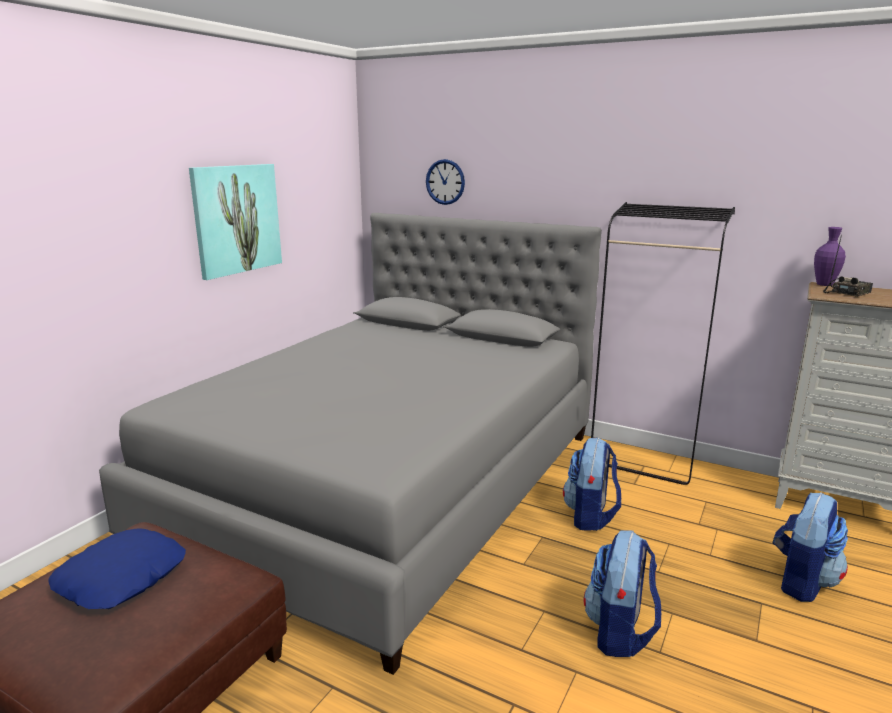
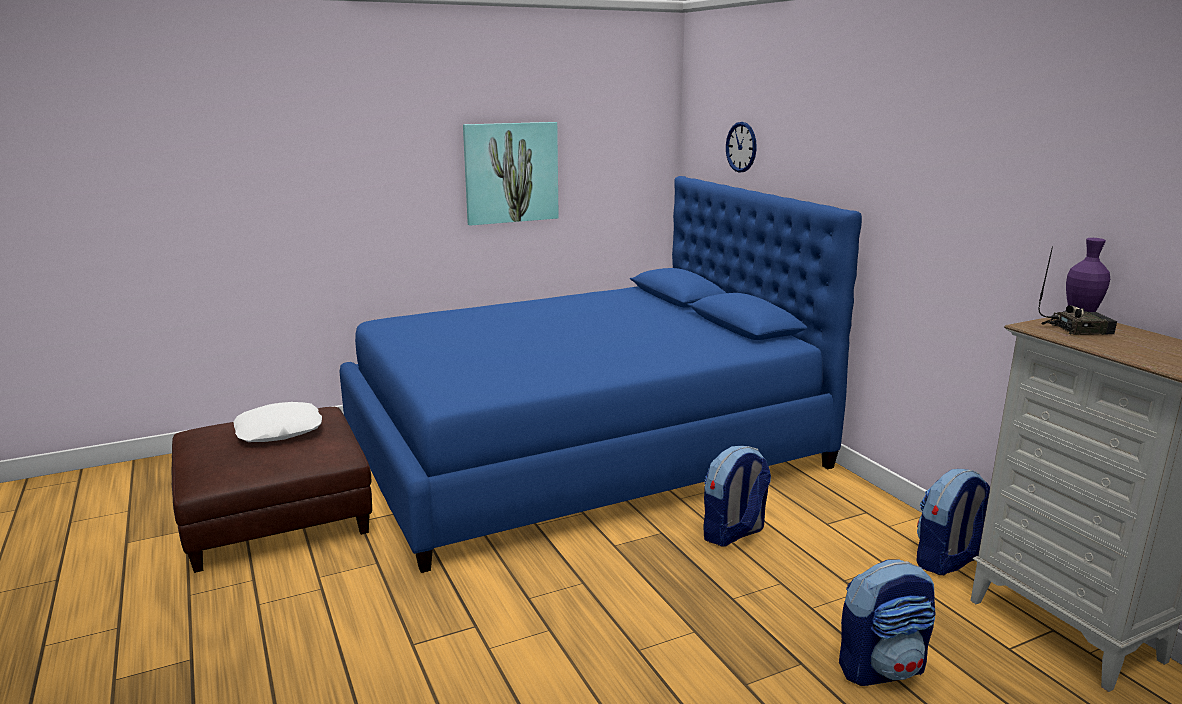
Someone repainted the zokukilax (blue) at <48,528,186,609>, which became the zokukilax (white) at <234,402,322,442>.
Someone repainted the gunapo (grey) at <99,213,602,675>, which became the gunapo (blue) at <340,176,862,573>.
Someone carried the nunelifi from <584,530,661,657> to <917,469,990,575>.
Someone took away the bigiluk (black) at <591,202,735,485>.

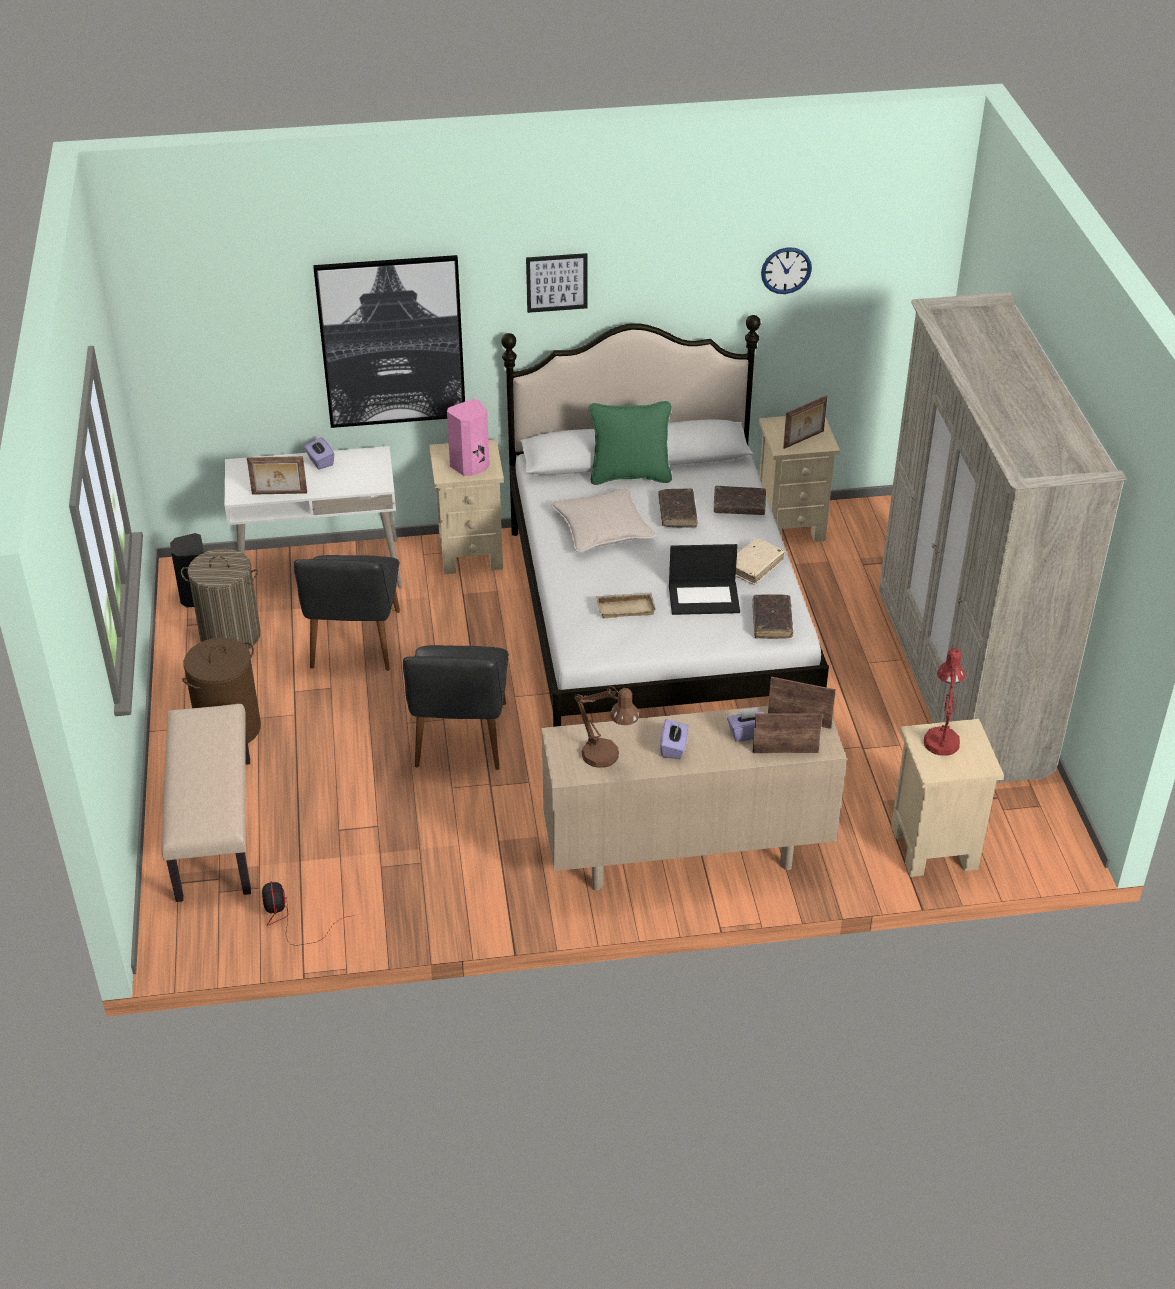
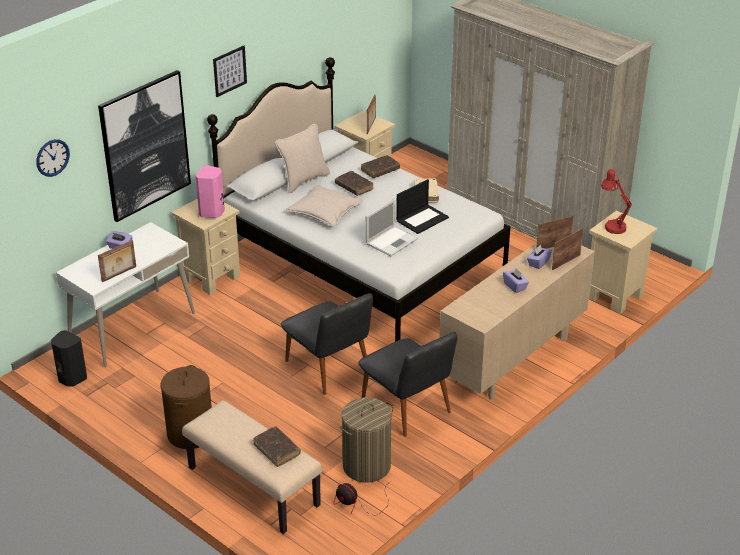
Someone carried the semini from <181,549,261,649> to <340,397,393,483>.
Someone carried the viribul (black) from <294,555,400,671> to <358,332,457,437>.
Someone took away the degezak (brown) at <574,686,639,768>.
Someone repainted the zokukilax (green) at <589,401,672,485>, which became the zokukilax (beige) at <275,124,330,193>.
Someone swapped the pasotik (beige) at <596,592,656,618> for the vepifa at <366,200,418,257>.
Someone carried the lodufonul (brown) from <752,594,793,639> to <253,426,301,467>.
Someone carried the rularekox from <761,247,812,294> to <36,139,70,177>.

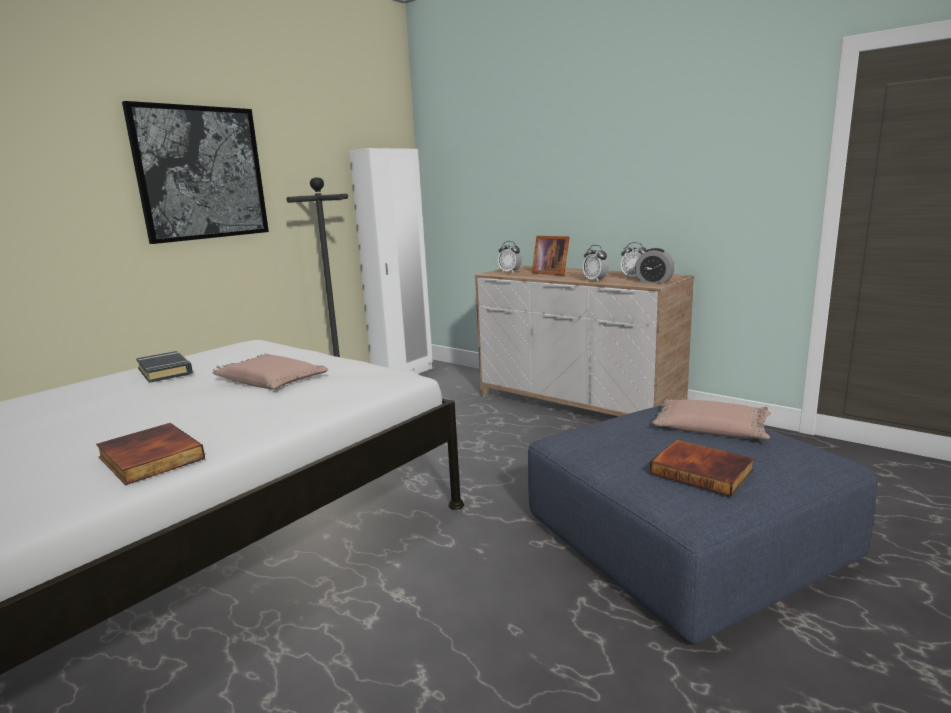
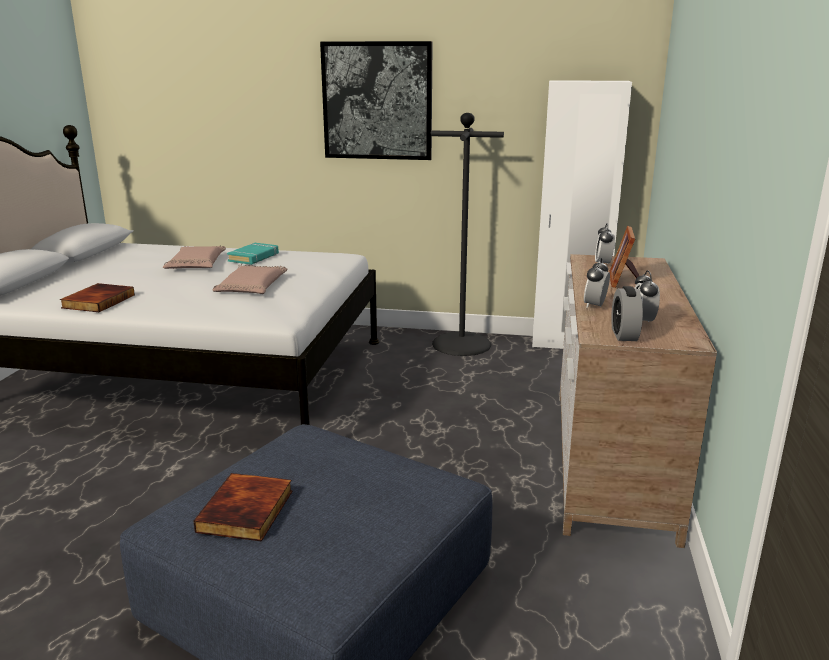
Someone repainted the lodufonul (black) at <136,351,193,383>, which became the lodufonul (turquoise) at <227,243,279,265>.
Someone carried the zokukilax (beige) from <652,398,771,440> to <163,246,226,269>.

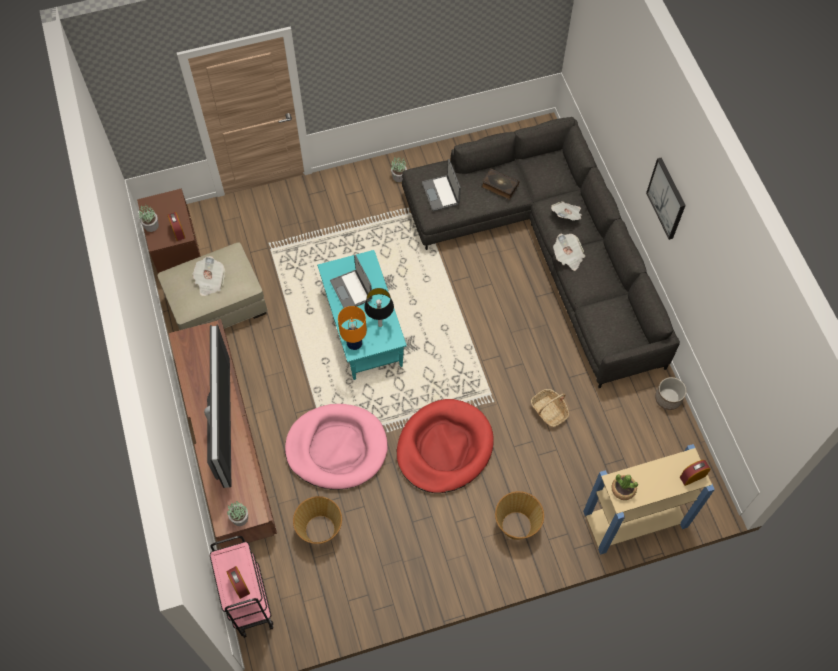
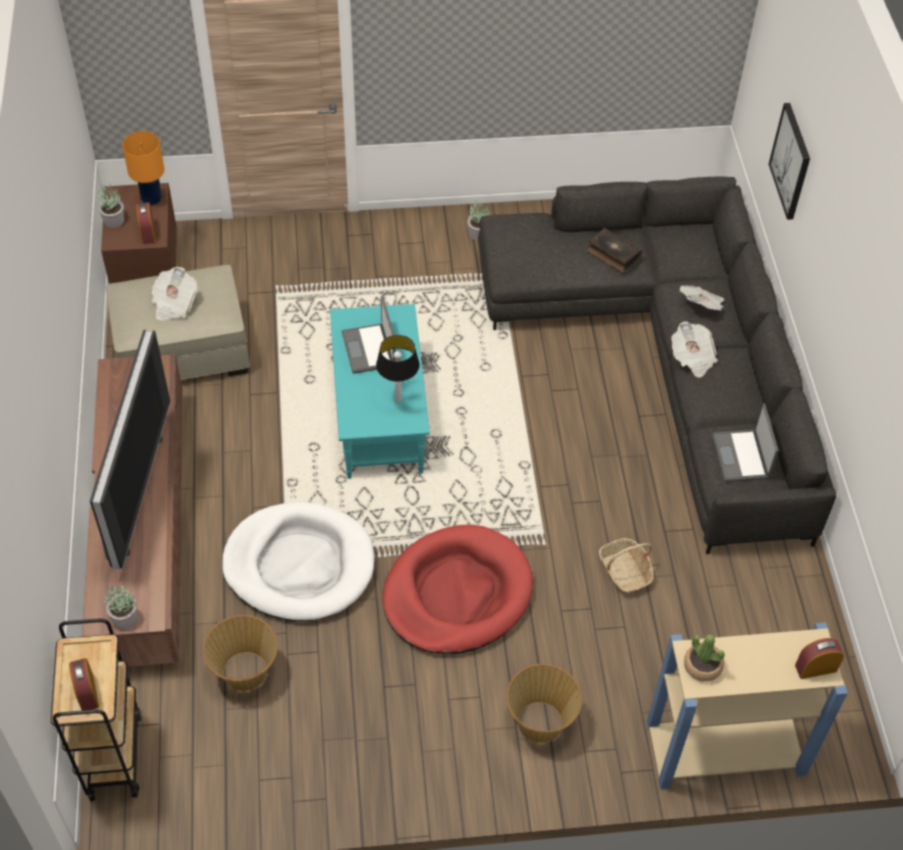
Someone repainted the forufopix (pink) at <210,536,274,638>, which became the forufopix (brown) at <51,619,141,802>.
Someone repainted the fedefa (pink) at <285,404,388,489>, which became the fedefa (white) at <222,502,374,621>.
Someone carried the degezak (orange) from <338,306,367,350> to <122,131,164,205>.
Someone carried the vepifa from <422,159,461,211> to <712,404,779,482>.
Someone carried the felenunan from <646,158,686,240> to <769,103,810,220>.
Someone took away the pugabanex at <655,377,686,410>.

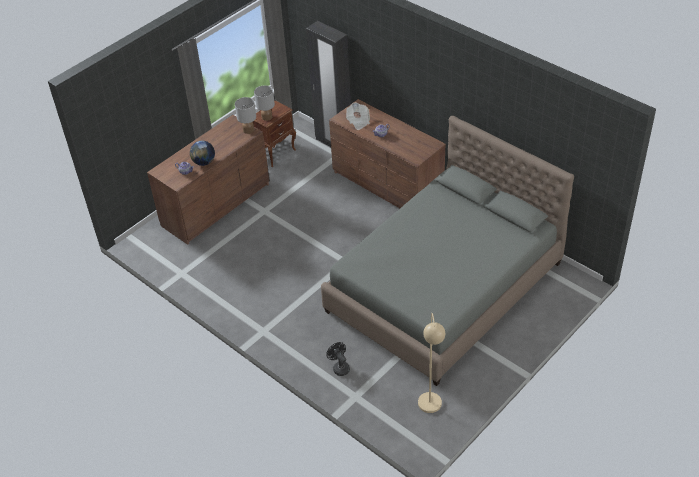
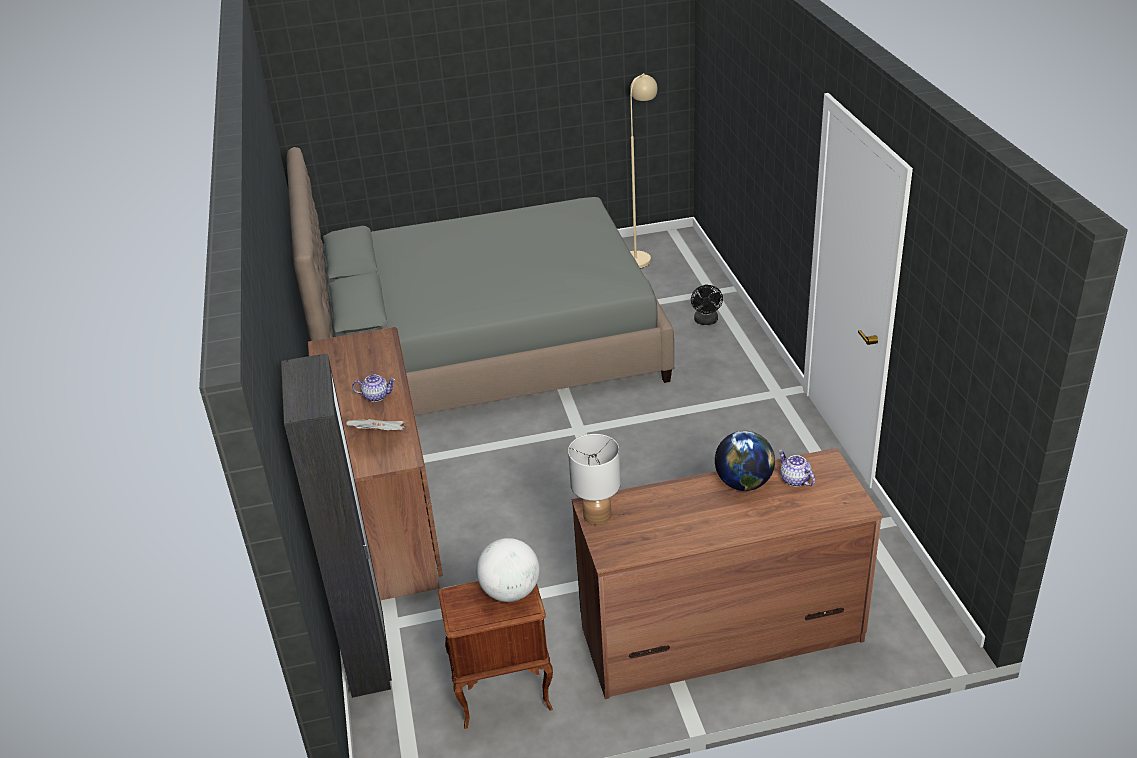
Someone swapped the degezak (grey) at <254,86,275,121> for the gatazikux at <476,538,540,602>.

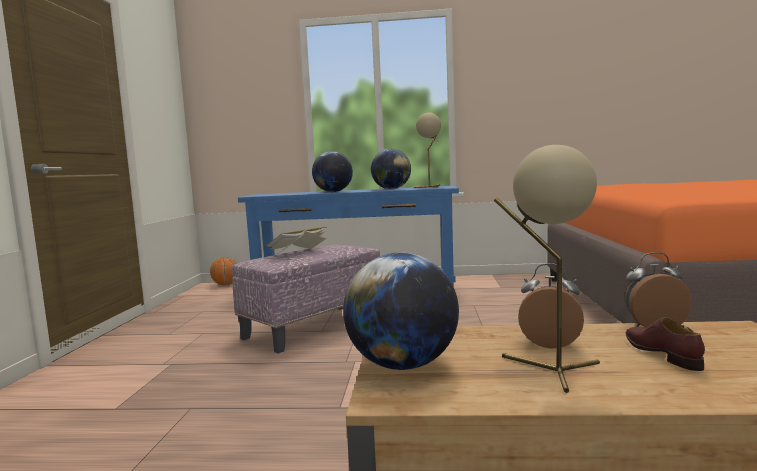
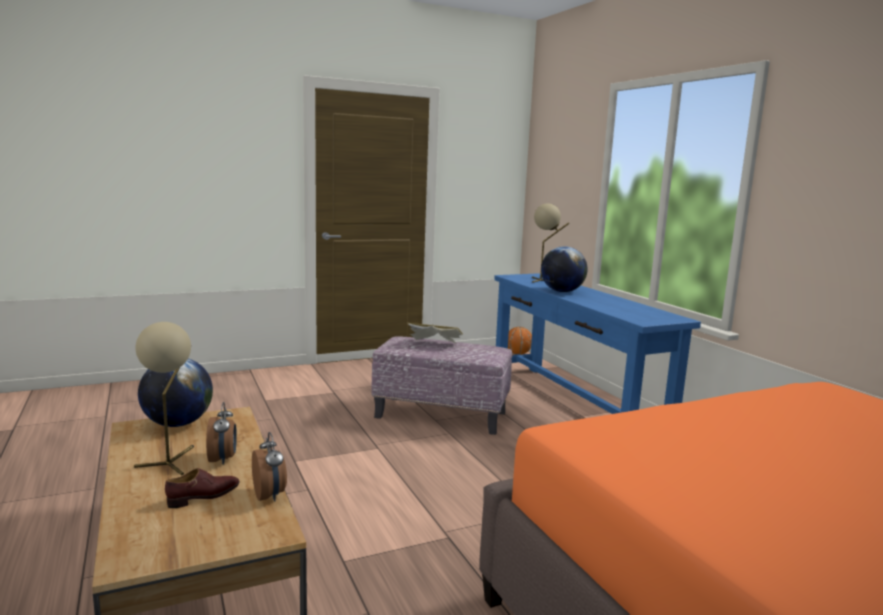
Someone took away the gatazikux at <371,149,411,189>.
Someone carried the degezak (beige) from <414,113,441,188> to <532,203,570,283>.

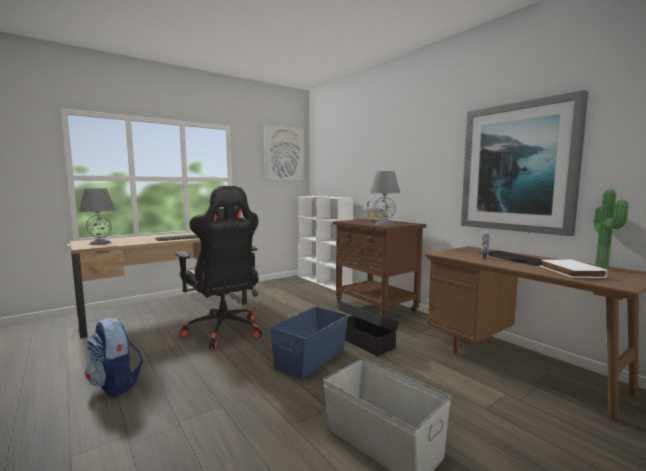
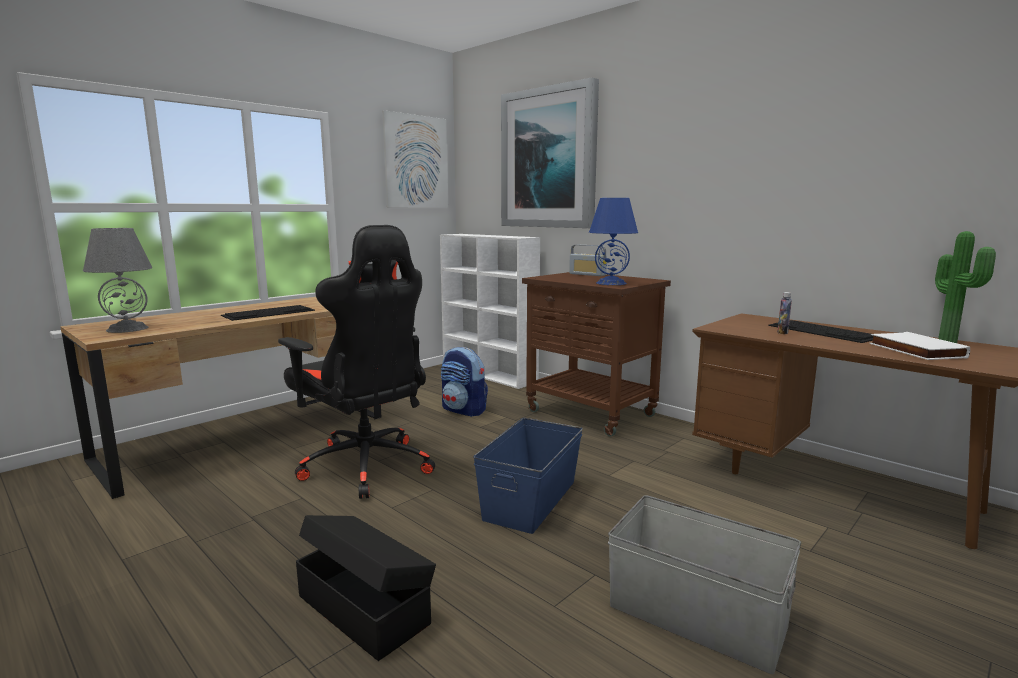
Someone carried the nunelifi from <85,317,143,397> to <441,347,488,417>.
Someone carried the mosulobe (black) from <339,302,399,356> to <296,515,436,661>.
Someone repainted the degezak (grey) at <370,171,400,226>, which became the degezak (blue) at <589,198,638,285>.
Someone carried the felenunan from <461,90,588,236> to <501,77,599,228>.

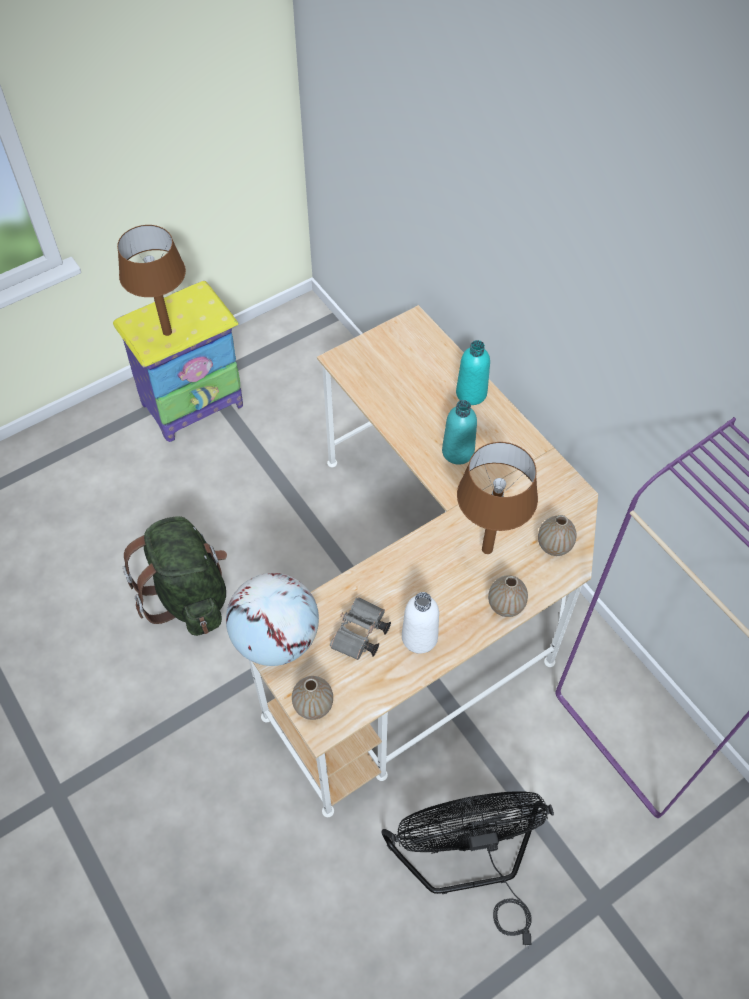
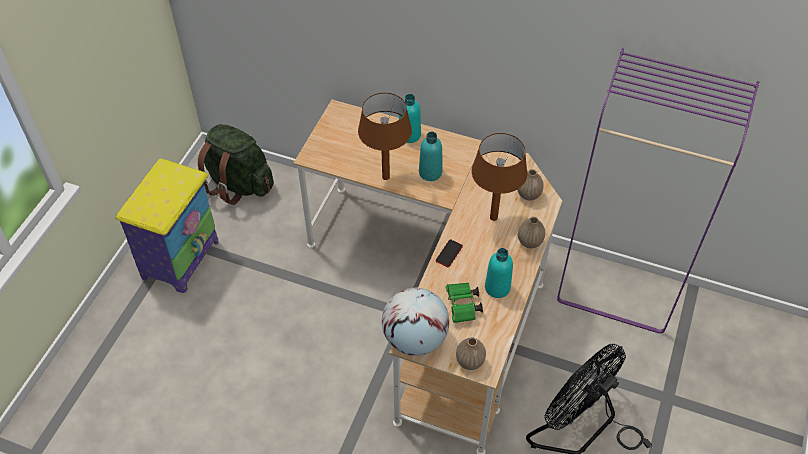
Someone carried the degezak (brown) from <117,225,186,336> to <358,92,412,180>.
Someone carried the nunelifi (green) from <123,516,227,636> to <198,124,274,205>.
Someone repainted the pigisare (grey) at <330,597,391,660>, which became the pigisare (green) at <446,283,483,323>.
Someone repainted the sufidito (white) at <402,592,439,654>, which became the sufidito (turquoise) at <485,248,513,298>.
Someone put down the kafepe at <436,239,463,267>.

